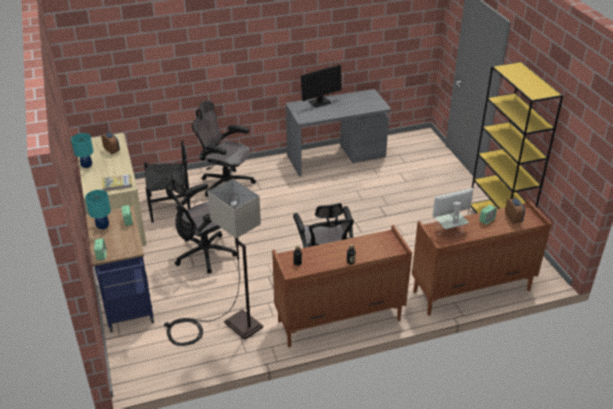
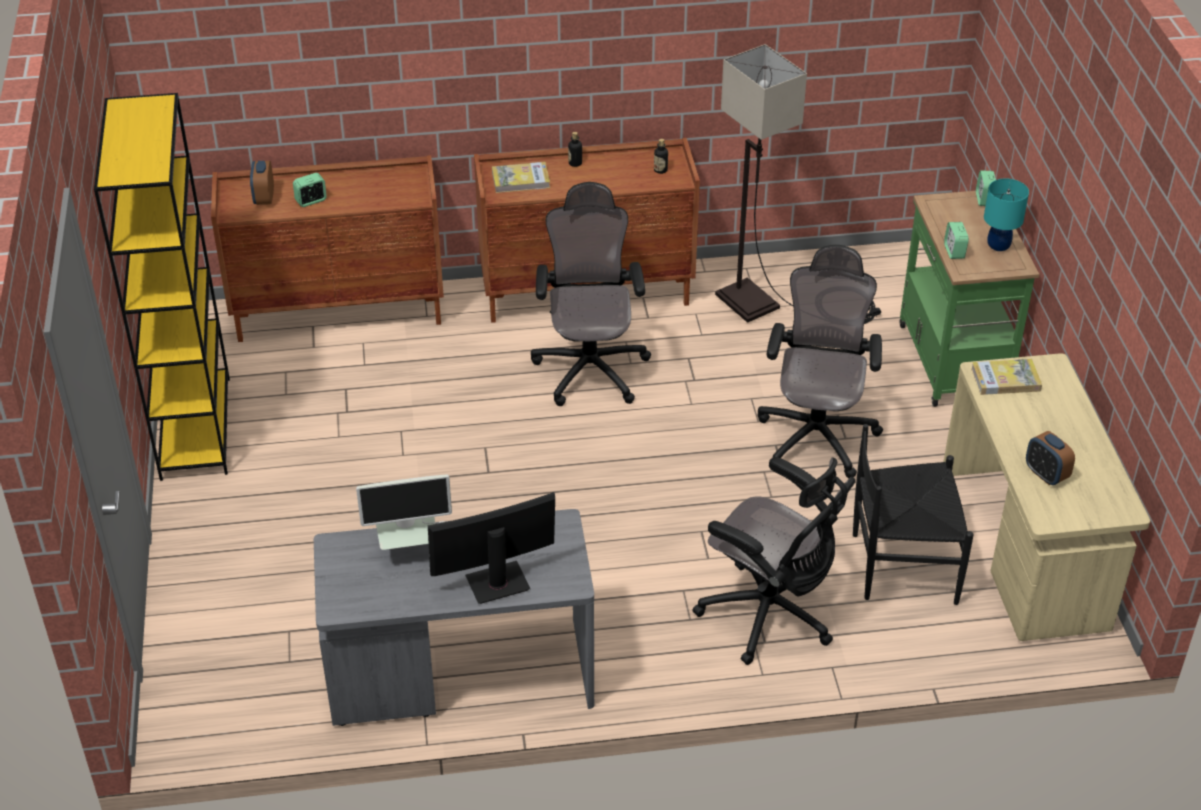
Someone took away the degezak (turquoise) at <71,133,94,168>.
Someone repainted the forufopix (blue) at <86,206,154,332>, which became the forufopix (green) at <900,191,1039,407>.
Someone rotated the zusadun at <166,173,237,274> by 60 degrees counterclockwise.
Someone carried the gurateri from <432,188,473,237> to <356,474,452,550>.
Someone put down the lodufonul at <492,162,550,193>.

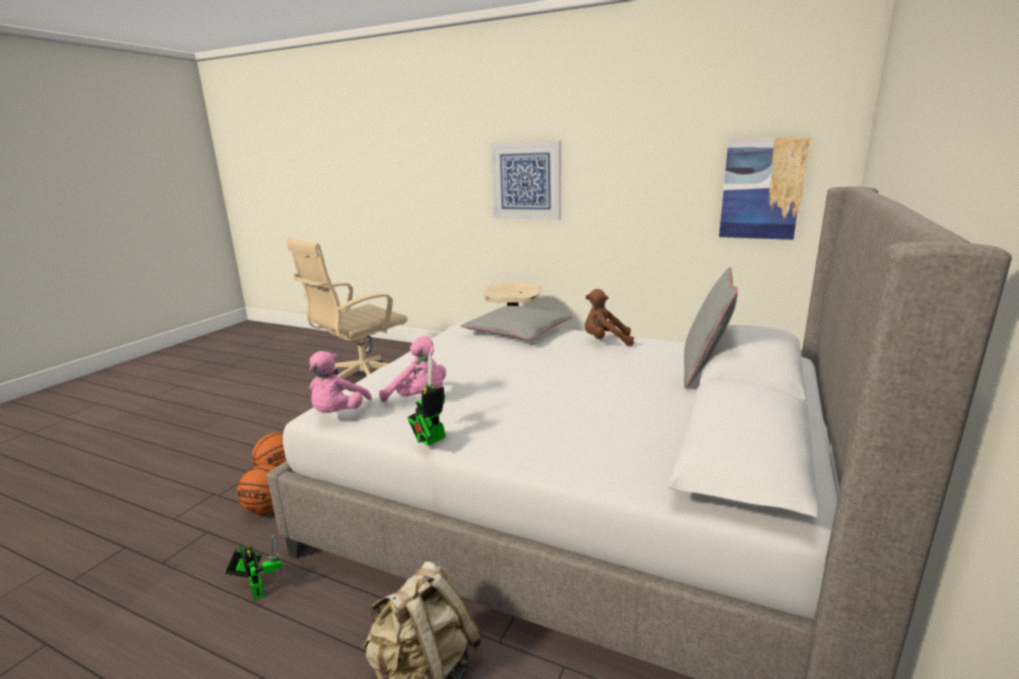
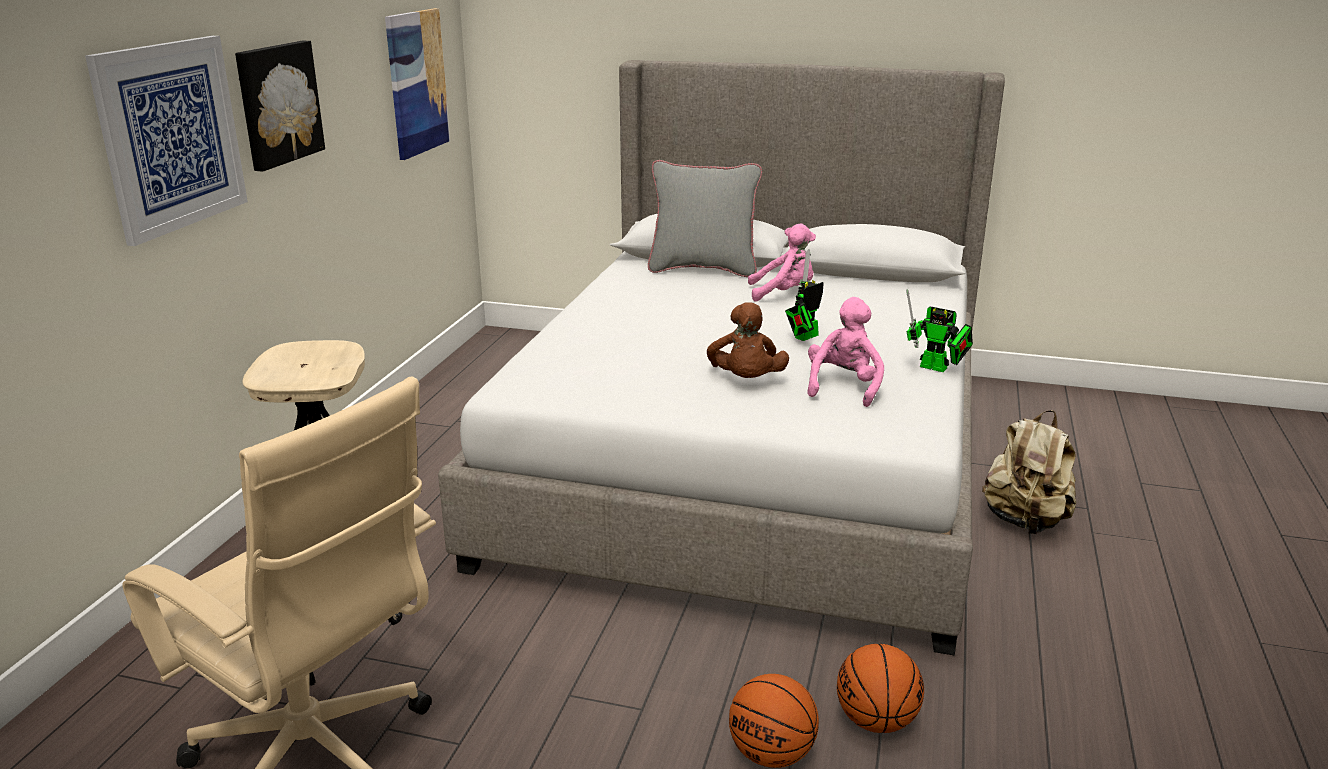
Someone carried the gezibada from <226,535,282,600> to <785,249,824,341>.
Someone carried the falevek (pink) from <309,351,372,413> to <748,224,816,302>.
Someone took away the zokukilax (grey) at <461,306,572,340>.
Someone carried the falevek (brown) from <585,289,634,346> to <707,302,789,378>.
Someone put up the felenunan at <235,41,325,172>.

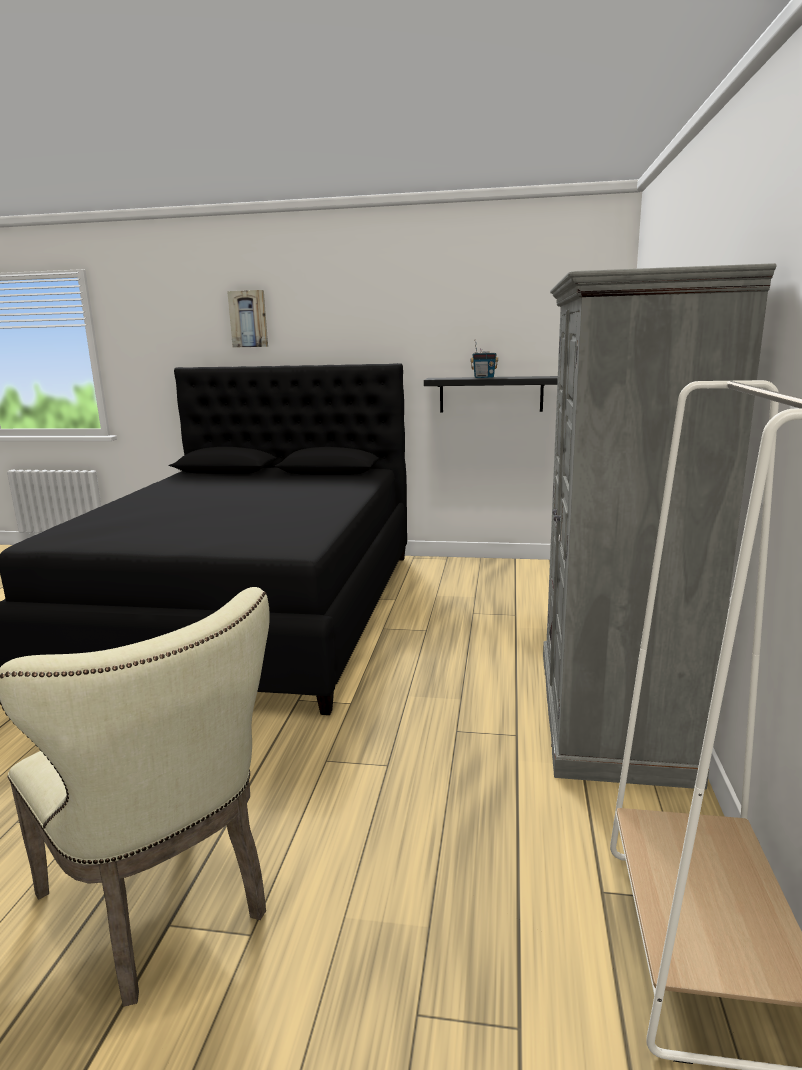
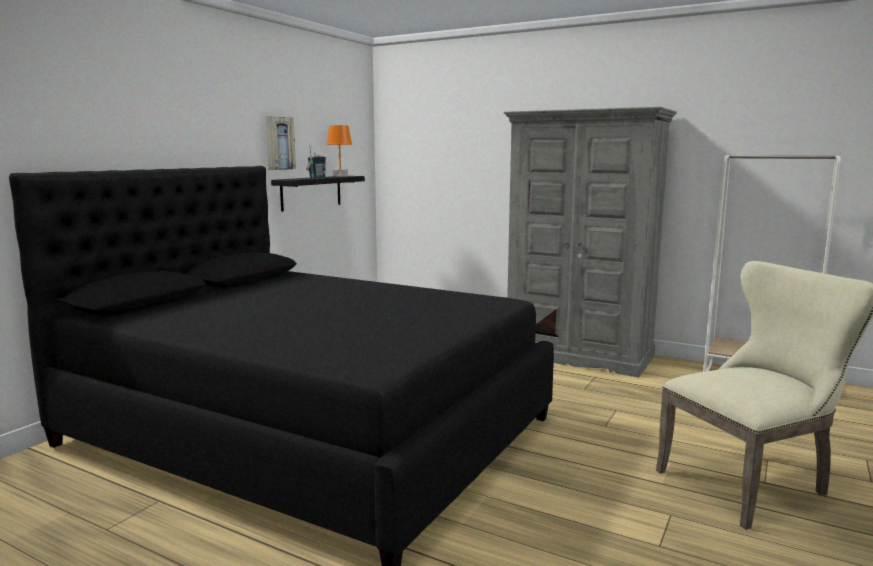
Someone carried the felenunan from <227,290,268,348> to <266,116,296,170>.
Someone put down the degezak (orange) at <327,125,352,177>.

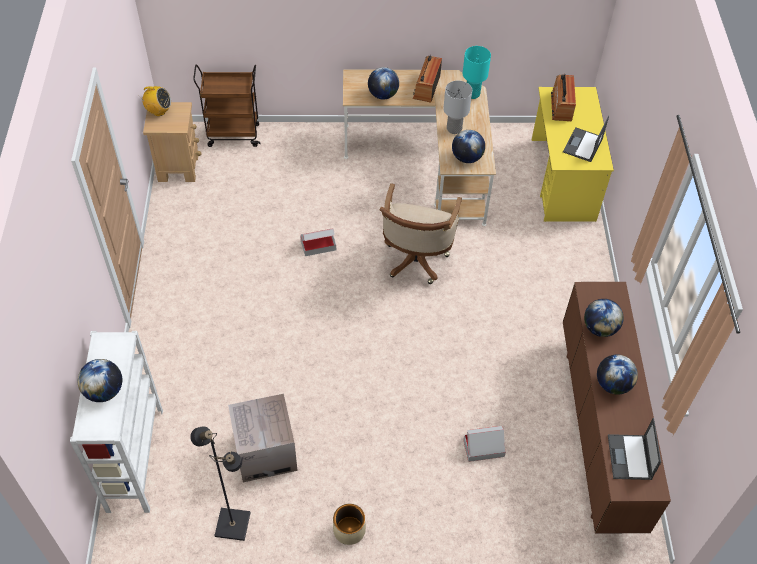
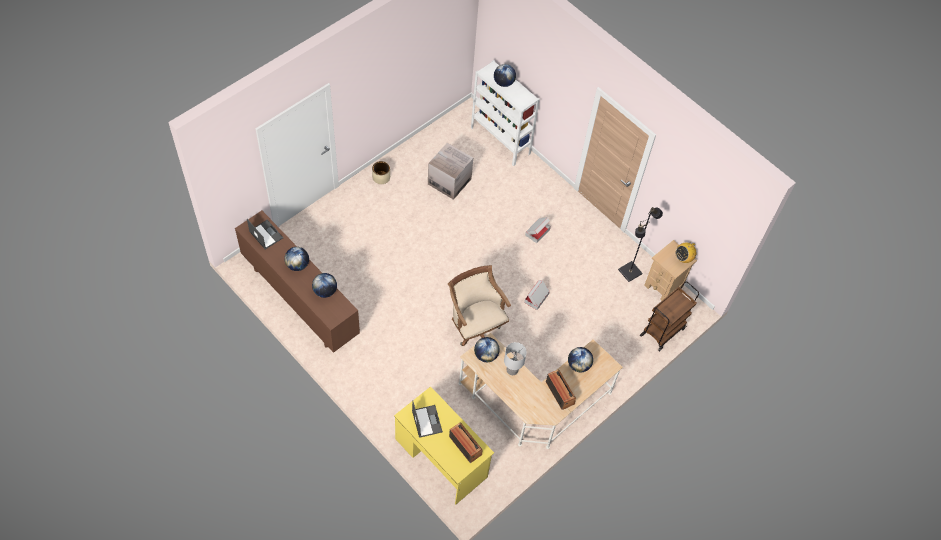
Someone carried the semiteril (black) from <190,426,251,541> to <618,207,663,282>.
Someone took away the degezak (turquoise) at <463,46,491,99>.
Someone carried the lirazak from <463,426,506,462> to <525,217,551,243>.

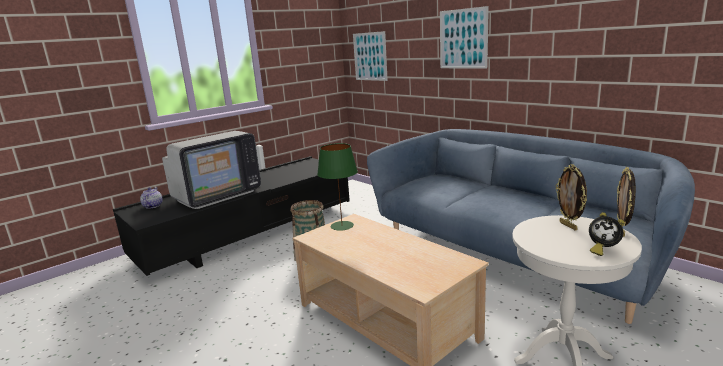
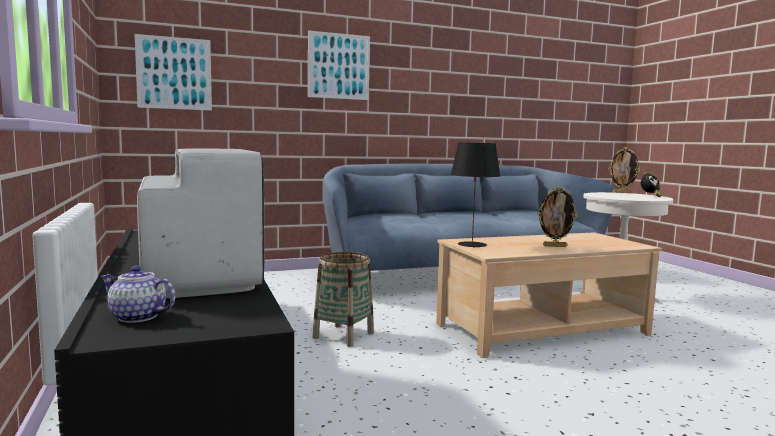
Someone repainted the degezak (green) at <317,143,358,231>, which became the degezak (black) at <451,142,500,247>.
Someone carried the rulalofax from <556,164,587,231> to <537,186,578,247>.

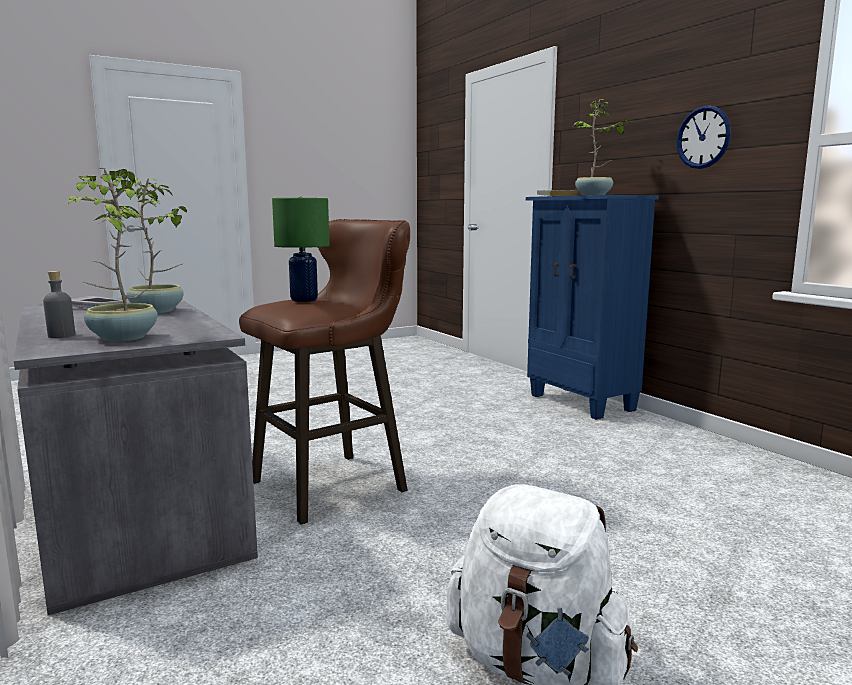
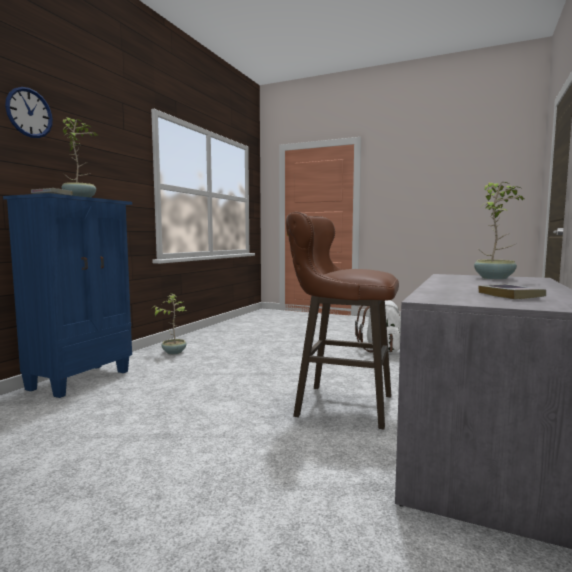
Someone took away the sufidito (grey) at <43,271,75,338>.
Someone carried the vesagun from <112,178,187,313> to <152,293,187,354>.
Someone took away the degezak (green) at <272,196,329,302>.
Someone carried the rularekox from <677,106,731,169> to <5,87,53,138>.

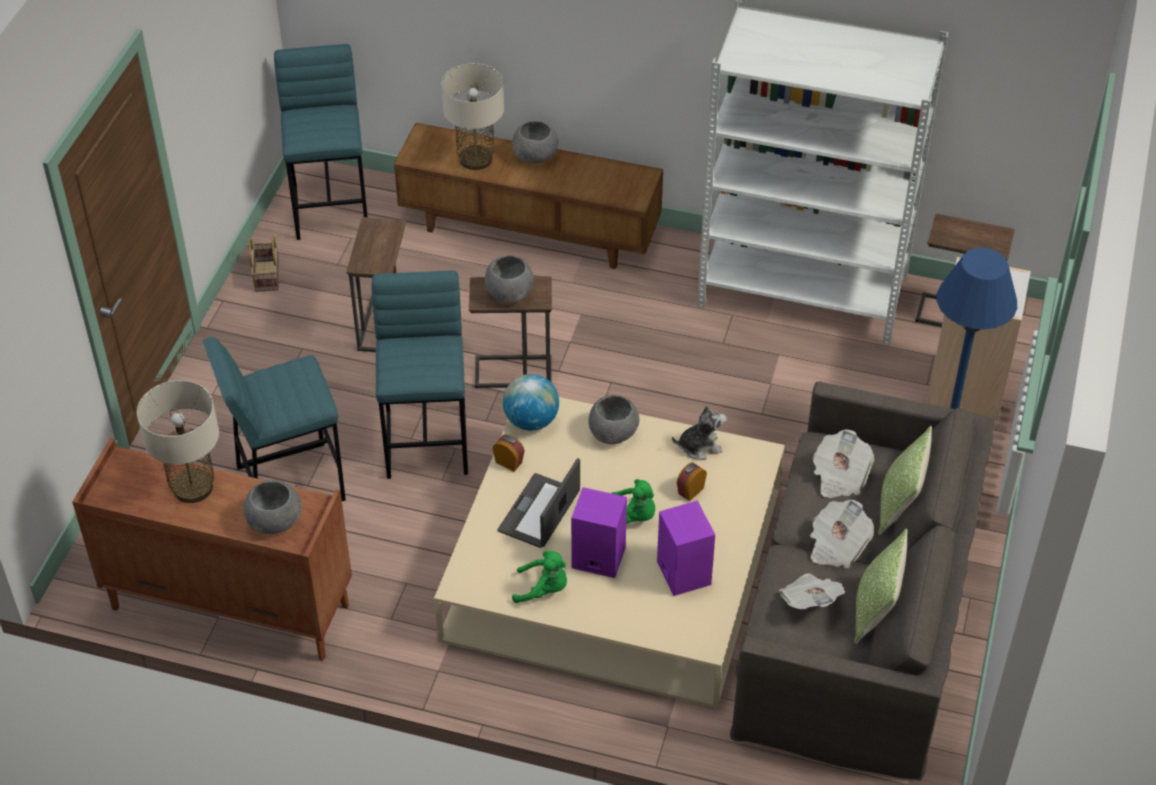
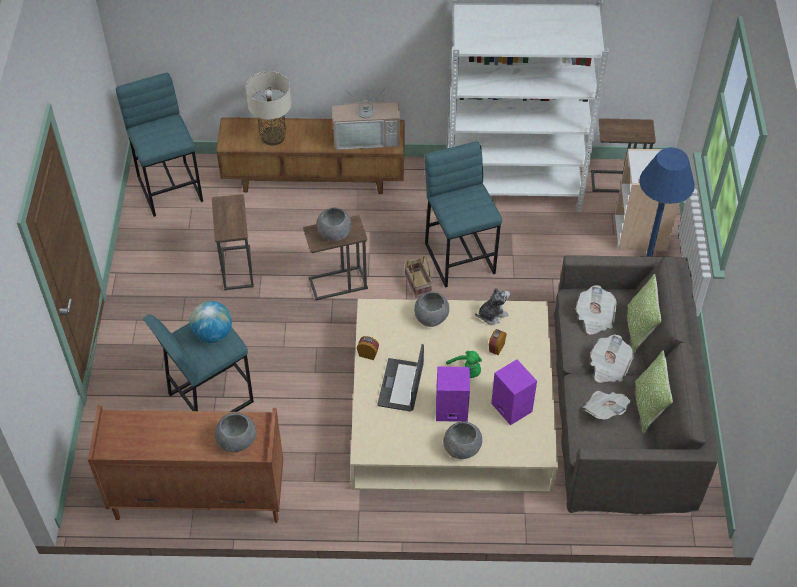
Someone took away the degezak at <137,380,219,503>.
Someone carried the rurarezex from <248,236,279,292> to <404,256,433,298>.
Someone carried the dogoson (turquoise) from <371,270,468,479> to <424,141,502,288>.
Someone carried the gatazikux from <503,374,559,431> to <190,301,232,343>.
Someone carried the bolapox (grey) from <512,121,559,164> to <443,421,482,459>.
Someone took away the falevek (green) at <512,551,567,603>.
Someone put down the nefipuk at <332,86,400,150>.

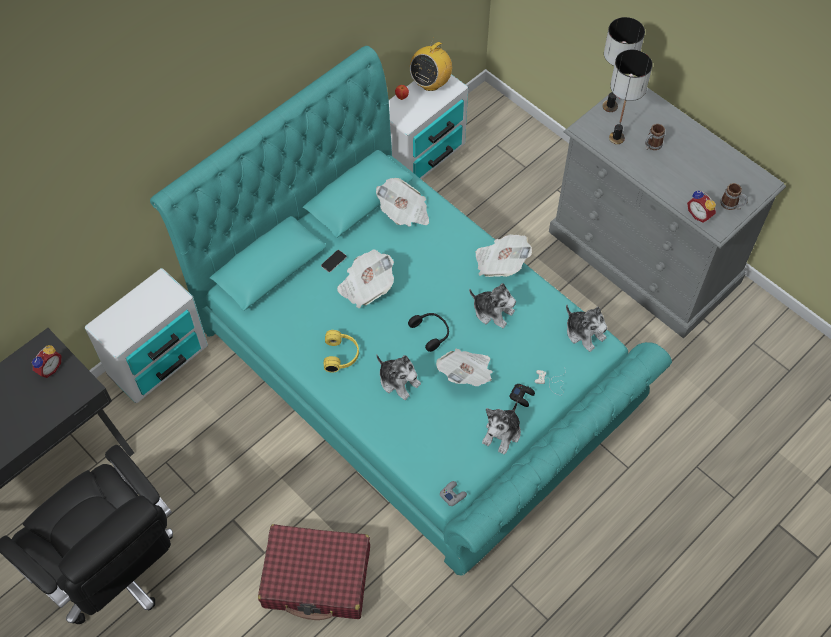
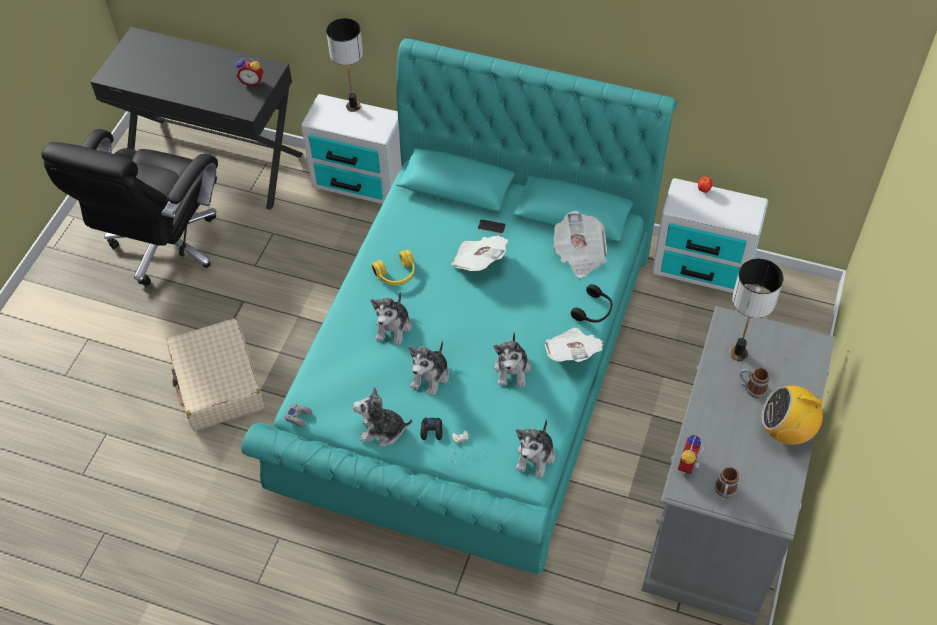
Someone repainted the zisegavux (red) at <258,524,370,620>, which became the zisegavux (beige) at <167,318,264,431>.
Someone carried the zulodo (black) from <408,313,449,352> to <571,284,612,323>.
Someone carried the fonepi from <410,40,452,91> to <761,385,829,445>.
Someone swapped the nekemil at <436,349,492,386> for the falevek at <408,341,449,396>.
Someone carried the degezak from <603,17,645,112> to <326,18,363,112>.

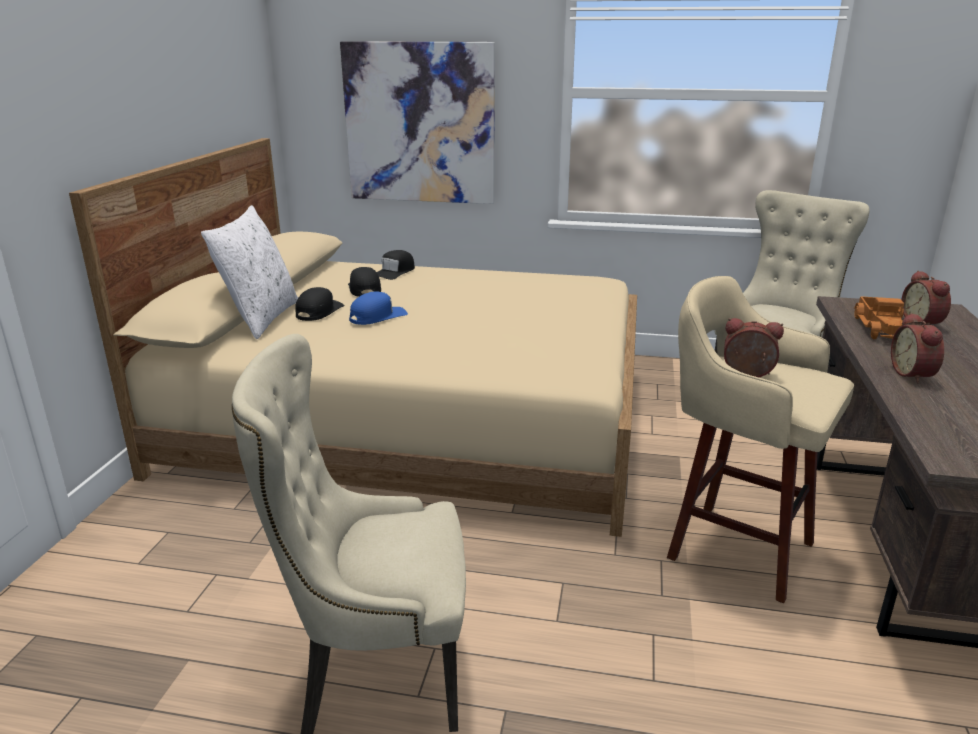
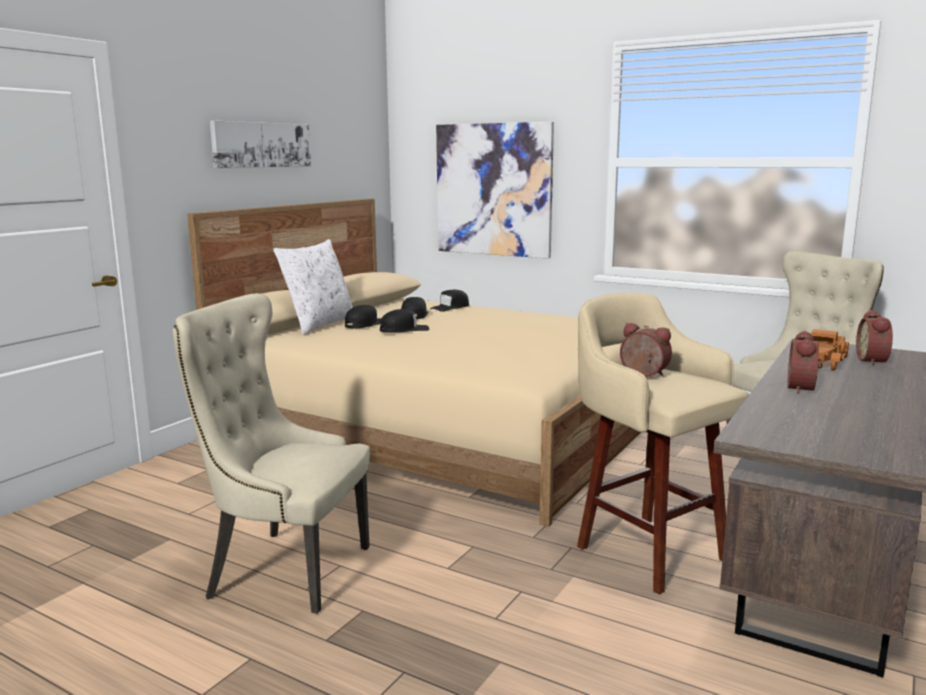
Someone repainted the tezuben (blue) at <349,292,408,325>, which became the tezuben (black) at <380,309,429,333>.
Someone put up the felenunan at <210,120,311,168>.

